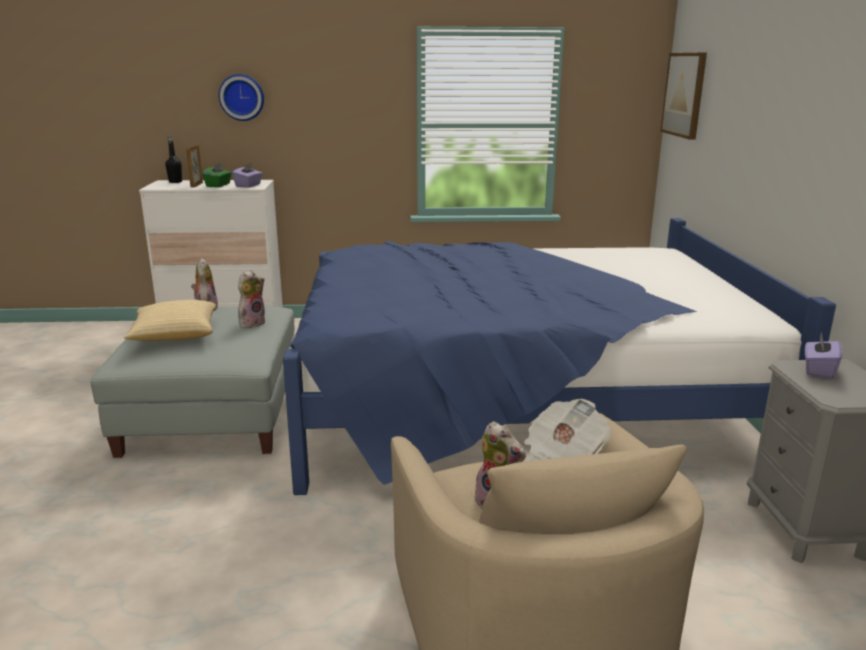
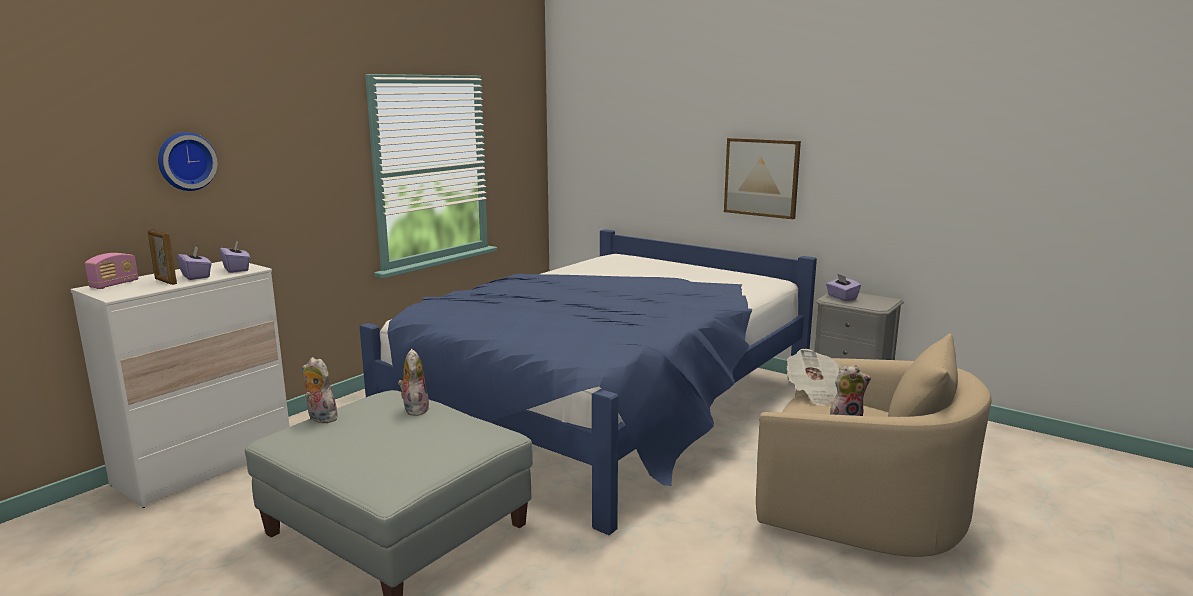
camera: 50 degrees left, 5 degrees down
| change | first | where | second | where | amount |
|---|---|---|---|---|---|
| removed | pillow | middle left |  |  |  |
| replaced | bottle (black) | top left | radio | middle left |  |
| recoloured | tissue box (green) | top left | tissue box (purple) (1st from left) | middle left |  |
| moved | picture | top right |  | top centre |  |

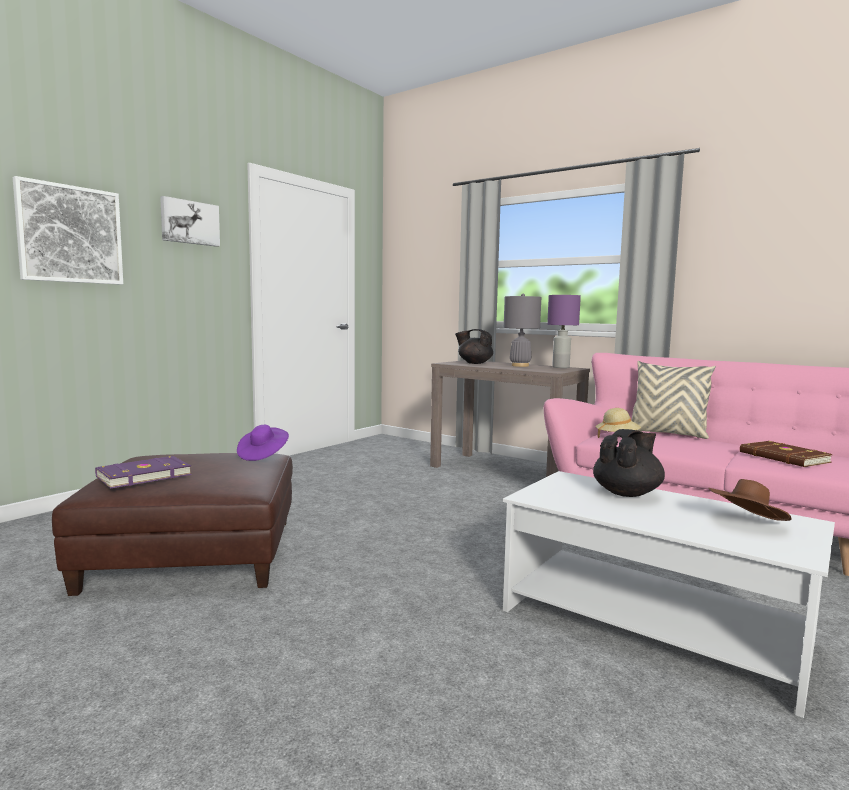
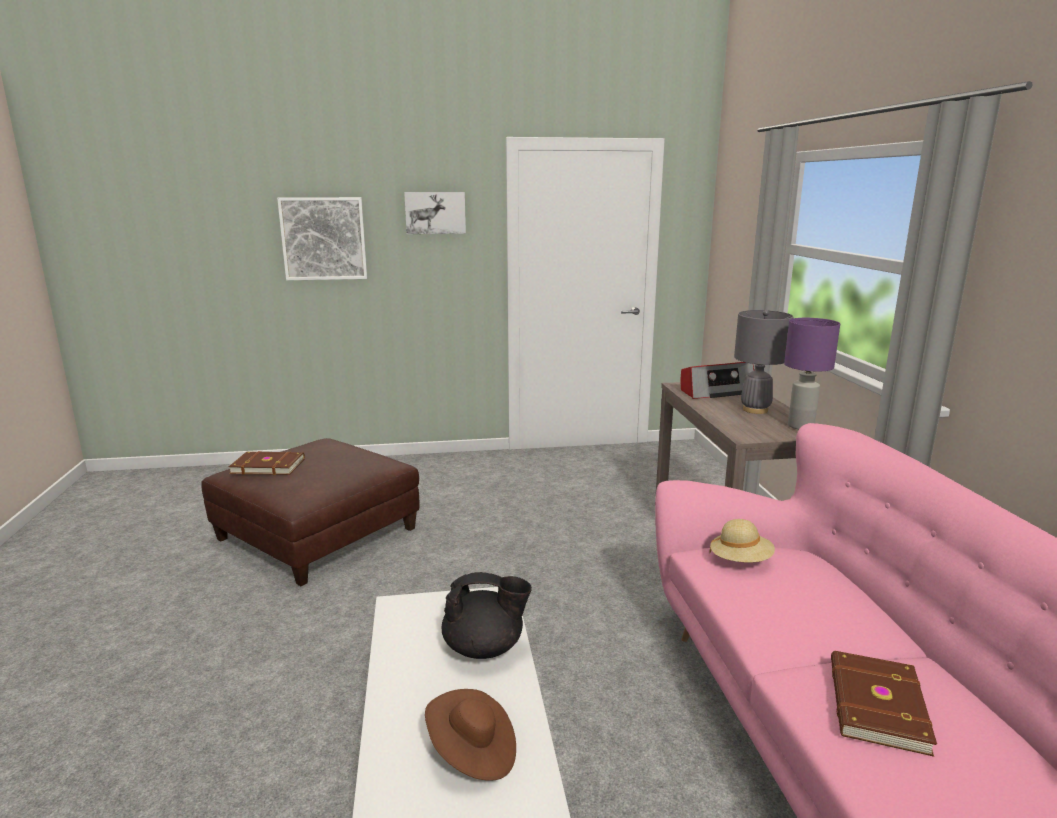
camera: 45 degrees right, 10 degrees up
| change | first | where | second | where | amount |
|---|---|---|---|---|---|
| recoloured | book (purple) | middle left | book (brown) (1st from left) | middle left |  |
| removed | hat (purple) | middle left |  |  |  |
| replaced | teapot (black) (1st from left) | centre | radio | middle right |  |
| removed | pillow (beige) | middle right |  |  |  |

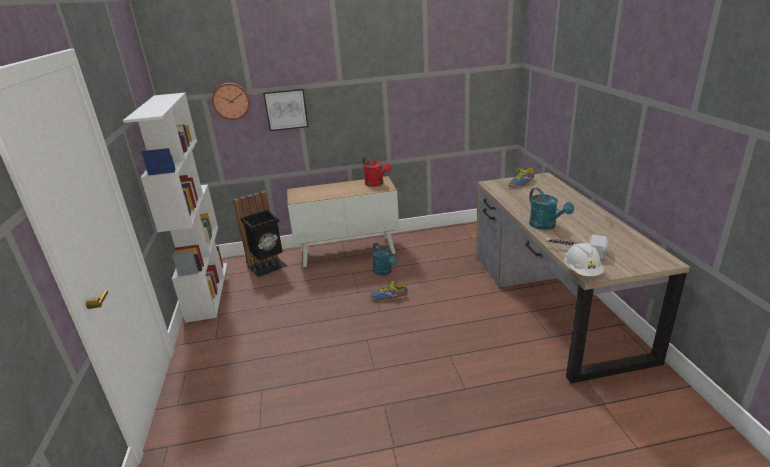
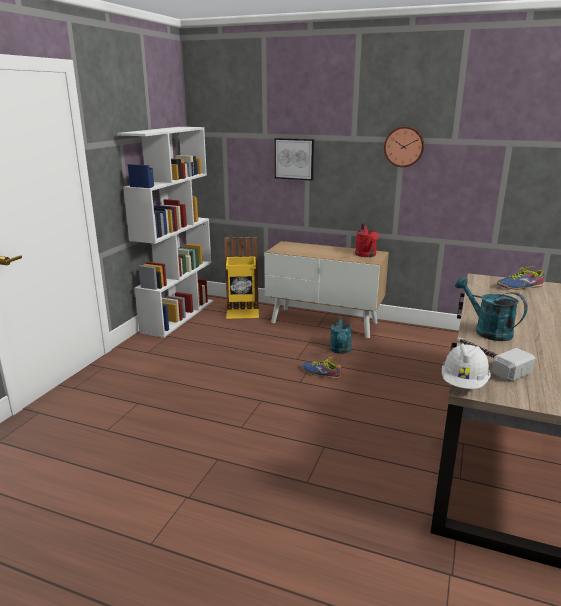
camera: 30 degrees right, 5 degrees down
| change | first | where | second | where | amount |
|---|---|---|---|---|---|
| moved | wall clock | top left |  | top right |  |
| recoloured | trash can (black) | centre | trash can (yellow) | centre |  |
| turned | watering can (turquoise) (2nd from left) | middle right |  | middle right | 135 degrees clockwise |

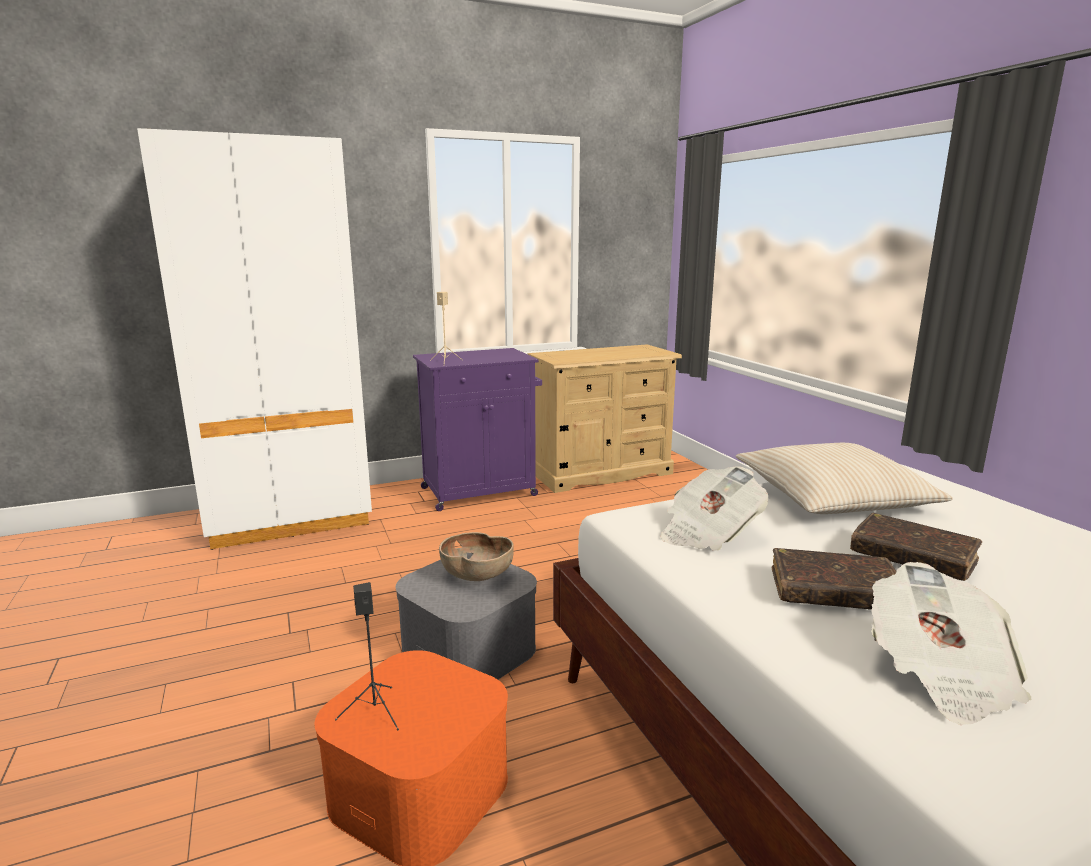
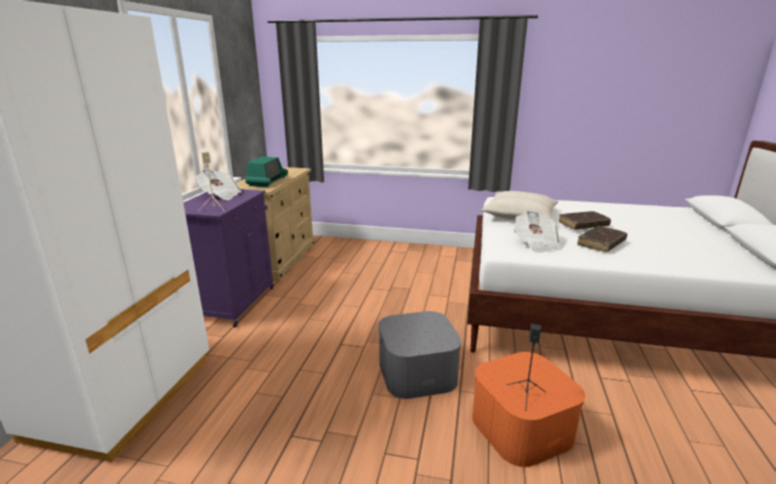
camera: 55 degrees left, 5 degrees up
| change | first | where | second | where | amount |
|---|---|---|---|---|---|
| removed | bowl (brown) | centre |  |  |  |
| moved | newspaper (2nd from left in the first image) | bottom right | newspaper (1st from left) | middle left |  |
| added |  |  | radio | centre |  |

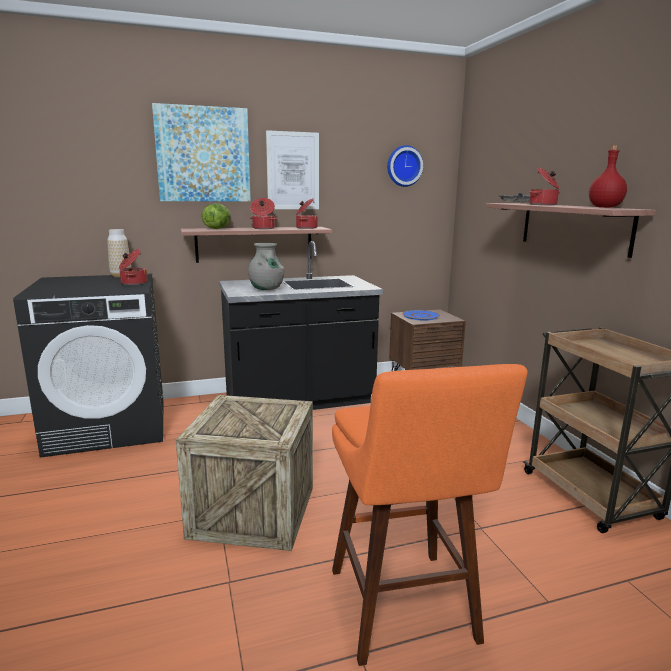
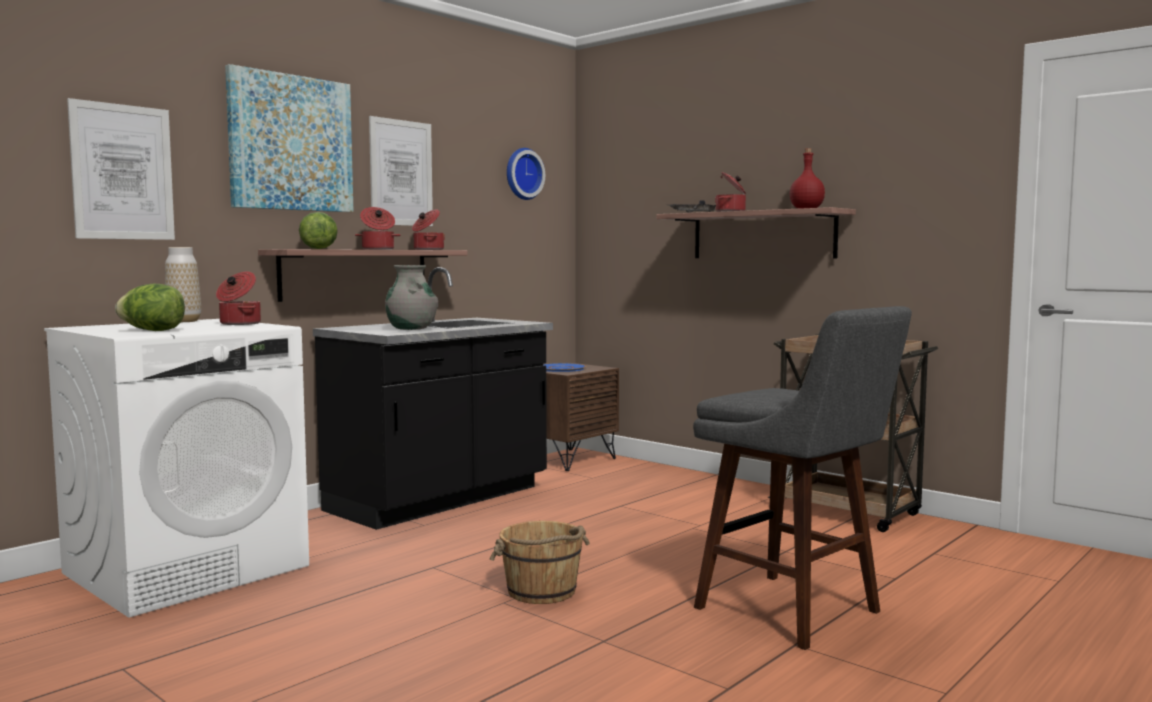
camera: 30 degrees left, 10 degrees down
| change | first | where | second | where | amount |
|---|---|---|---|---|---|
| recoloured | washing machine (black) | middle left | washing machine (white) | bottom left |  |
| replaced | crate | bottom centre | bucket (brown) | bottom centre |  |
| recoloured | stool (orange) | bottom centre | stool (grey) | bottom right |  |
| added |  |  | picture (1st from left) | top left |  |
| added |  |  | lettuce (1st from left) | middle left |  |

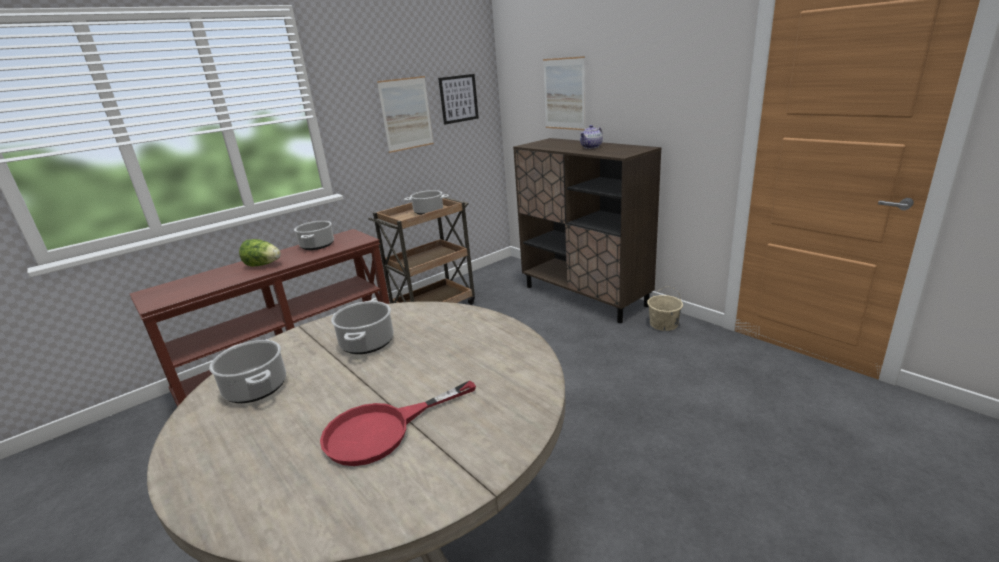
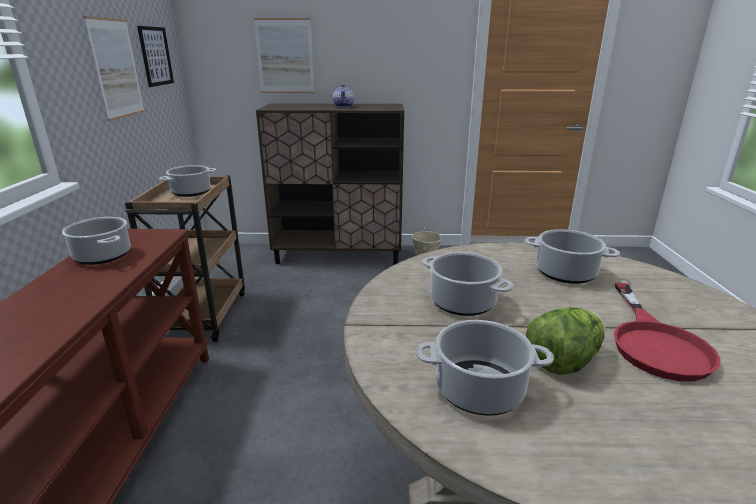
camera: 50 degrees left, 0 degrees up
| change | first | where | second | where | amount |
|---|---|---|---|---|---|
| moved | lettuce | middle left |  | bottom right |  |
| added |  |  | cooking pot (5th from left) | middle right |  |

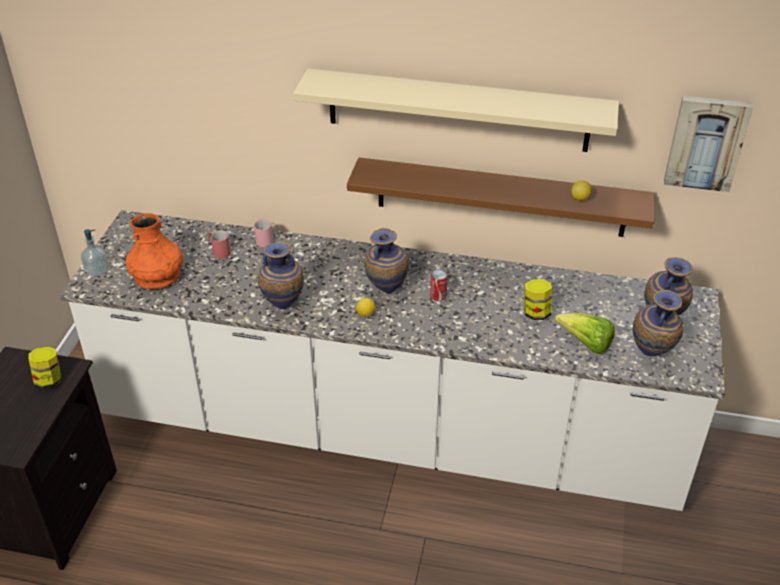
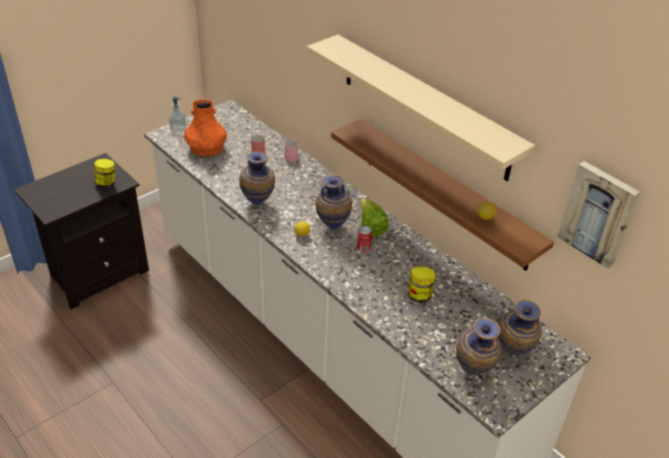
camera: 35 degrees right, 0 degrees up
| change | first | where | second | where | amount |
|---|---|---|---|---|---|
| moved | lettuce | middle right |  | centre |  |

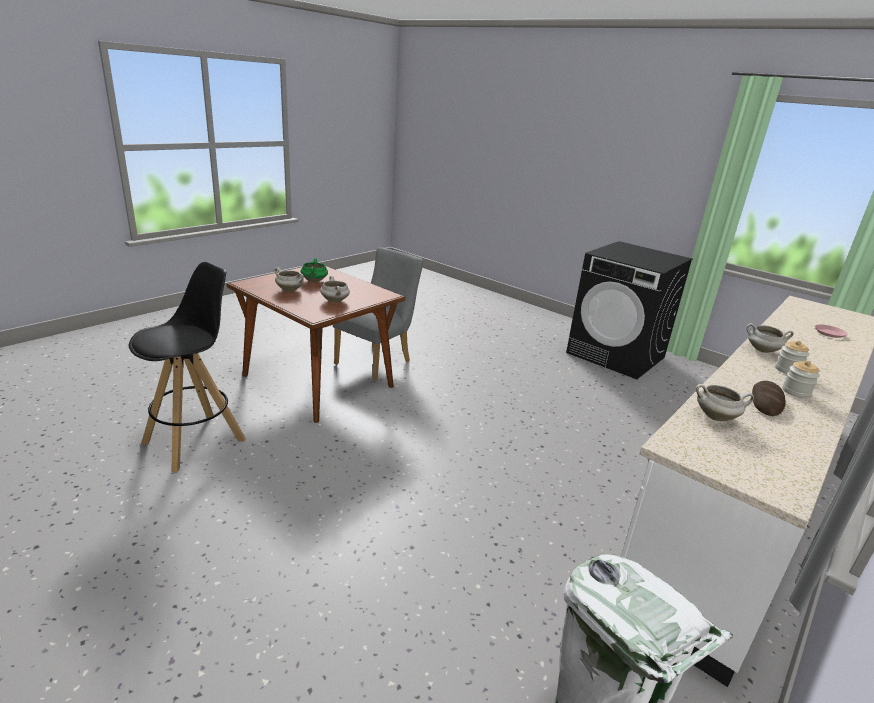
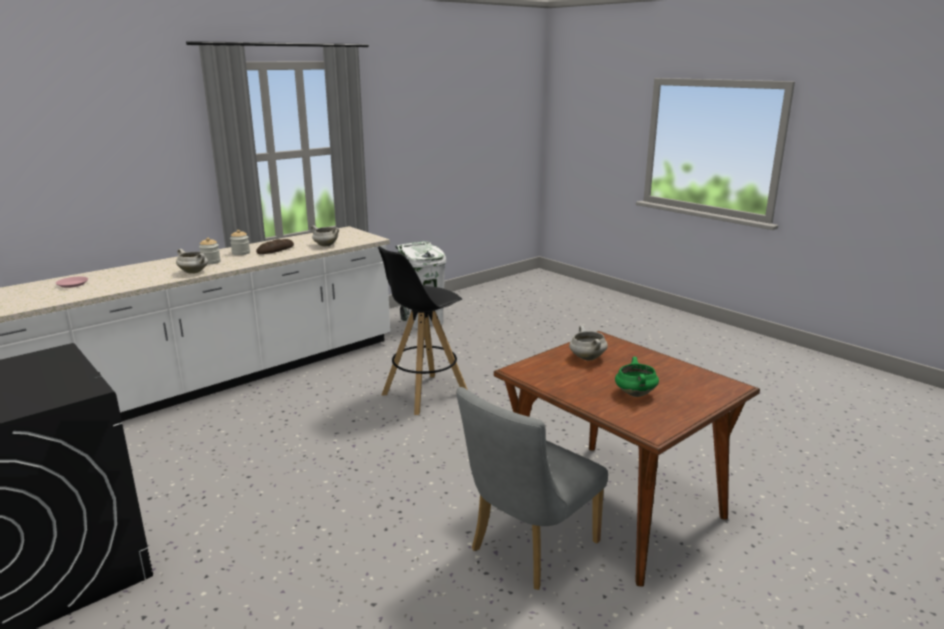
camera: 170 degrees left, 5 degrees down
| change | first | where | second | where | amount |
|---|---|---|---|---|---|
| moved | stool (black) | middle left |  | centre |  |
| removed | cooking pot (white) (1st from left) | middle left |  |  |  |

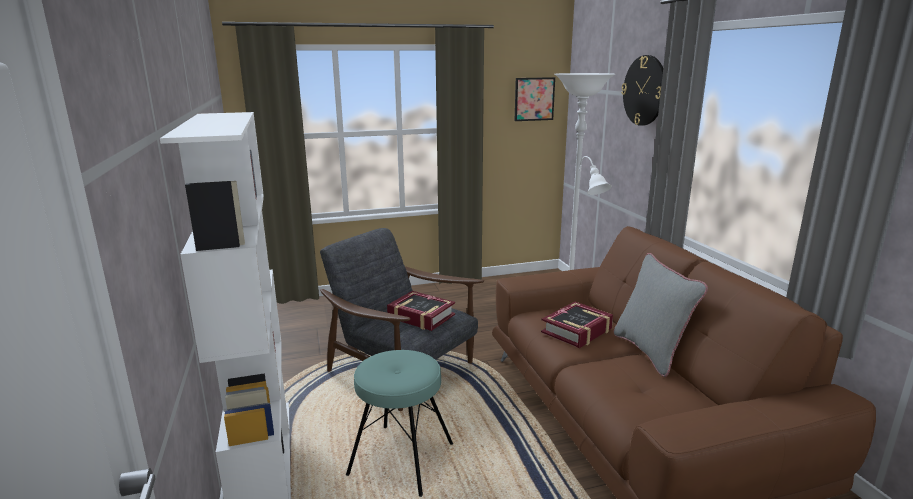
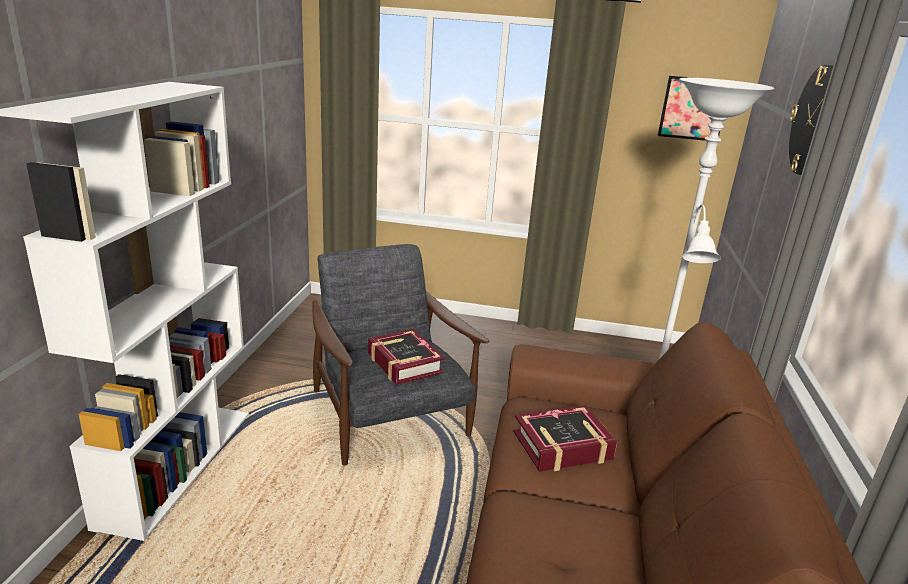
camera: 25 degrees right, 5 degrees up
| change | first | where | second | where | amount |
|---|---|---|---|---|---|
| removed | stool (turquoise) | bottom centre |  |  |  |
| removed | pillow (grey) | middle right |  |  |  |

